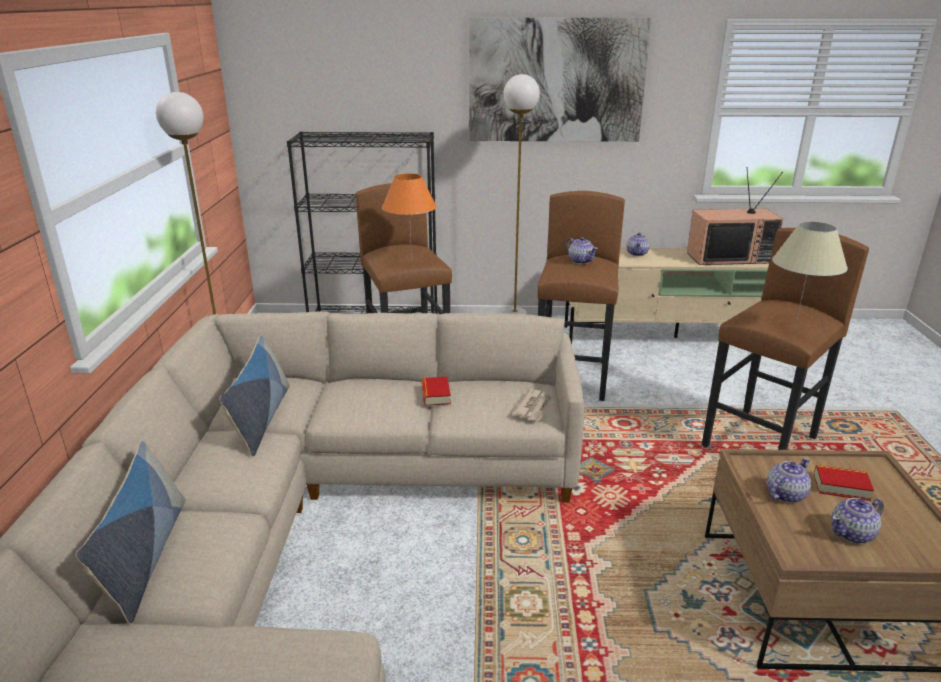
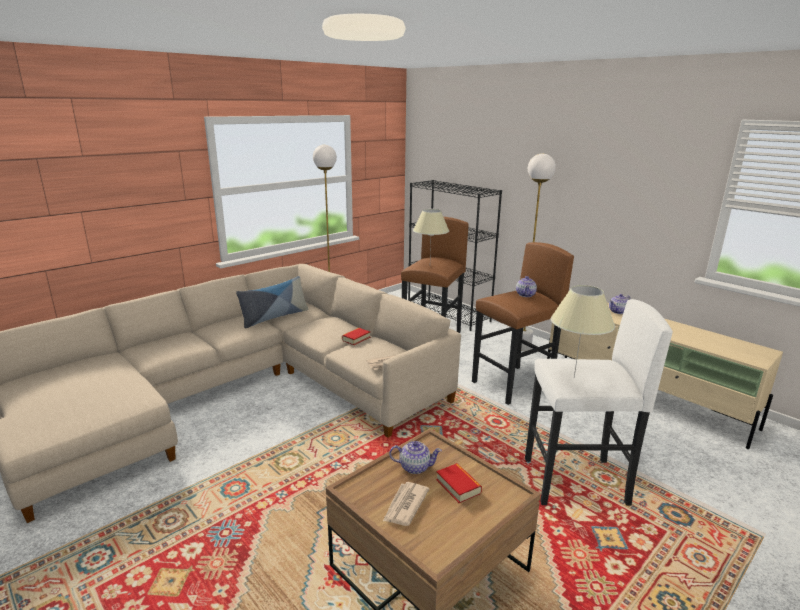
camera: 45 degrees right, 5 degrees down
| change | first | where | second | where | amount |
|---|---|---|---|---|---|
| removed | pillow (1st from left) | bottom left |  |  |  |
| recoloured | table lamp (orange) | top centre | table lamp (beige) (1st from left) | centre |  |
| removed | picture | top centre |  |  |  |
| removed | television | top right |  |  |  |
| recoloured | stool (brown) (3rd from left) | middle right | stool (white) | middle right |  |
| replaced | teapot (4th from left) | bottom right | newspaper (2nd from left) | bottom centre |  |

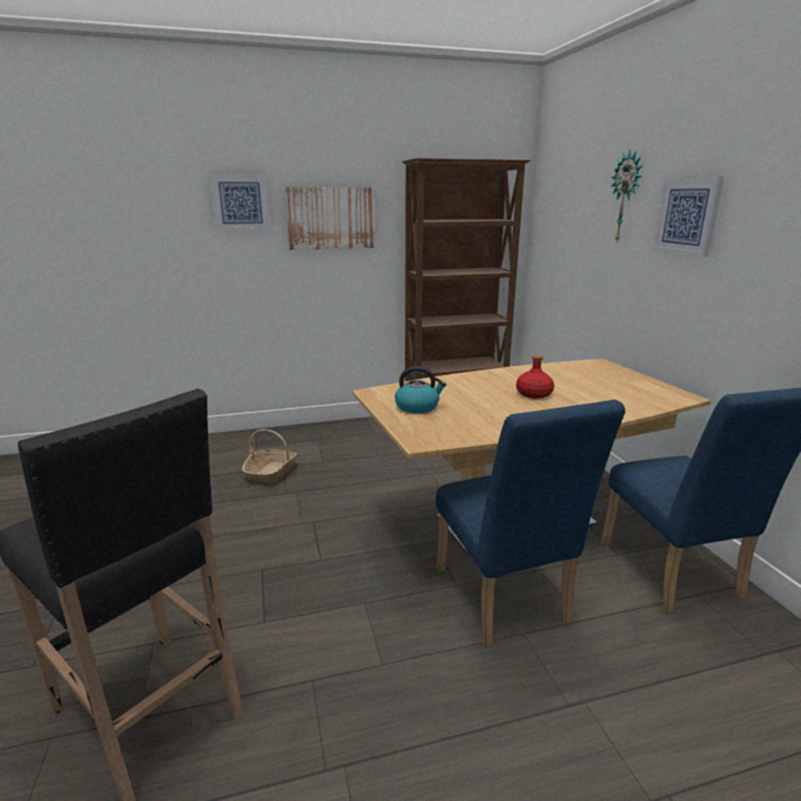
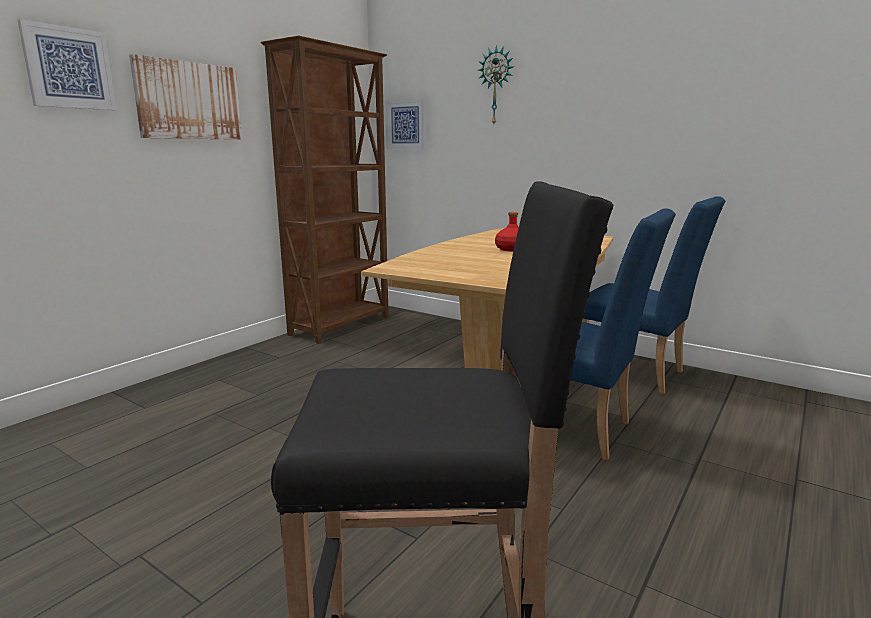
camera: 40 degrees left, 5 degrees down
| change | first | where | second | where | amount |
|---|---|---|---|---|---|
| removed | basket | centre |  |  |  |
| removed | kettle | centre |  |  |  |
| moved | picture (3rd from left) | top right |  | top centre |  |

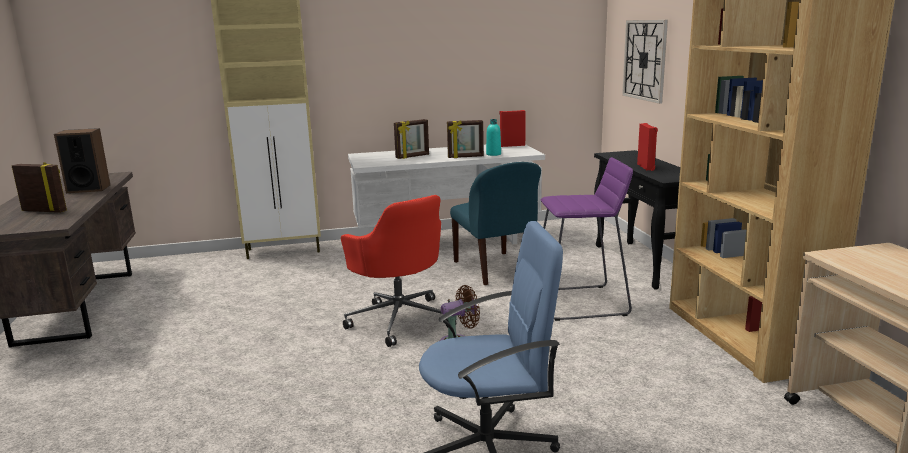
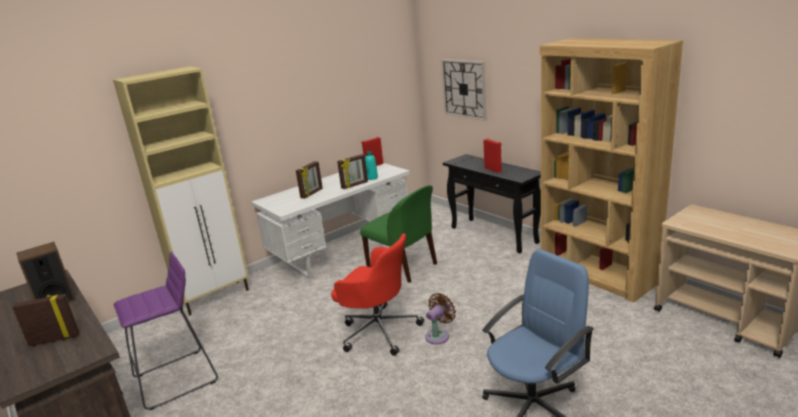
camera: 25 degrees left, 5 degrees up
| change | first | where | second | where | amount |
|---|---|---|---|---|---|
| recoloured | chair (blue) | centre | chair (green) | centre |  |
| moved | stool (purple) | centre |  | bottom left |  |

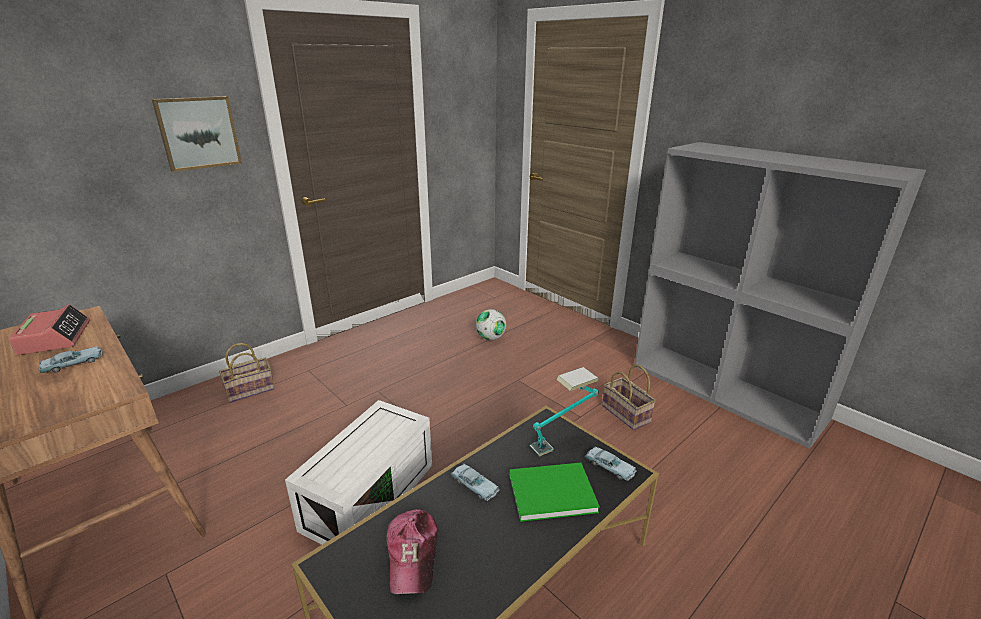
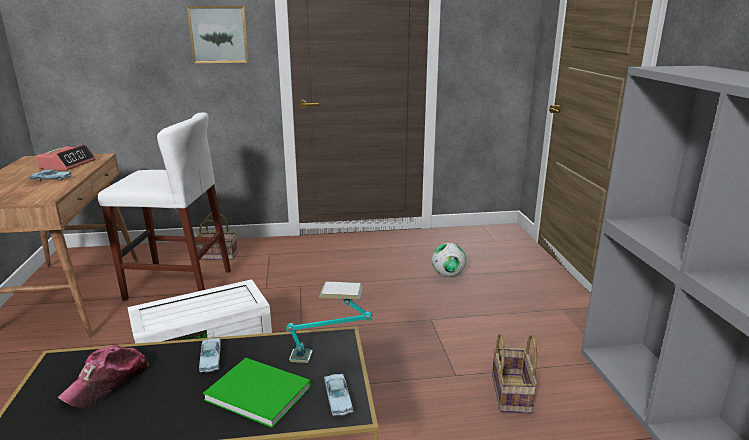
camera: 35 degrees right, 5 degrees down
| change | first | where | second | where | amount |
|---|---|---|---|---|---|
| added |  |  | stool (white) | middle left |  |

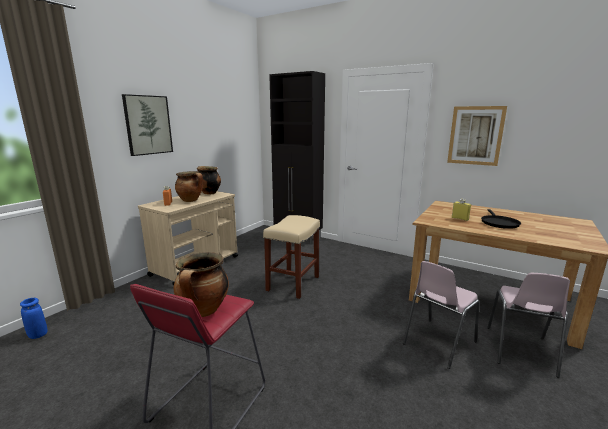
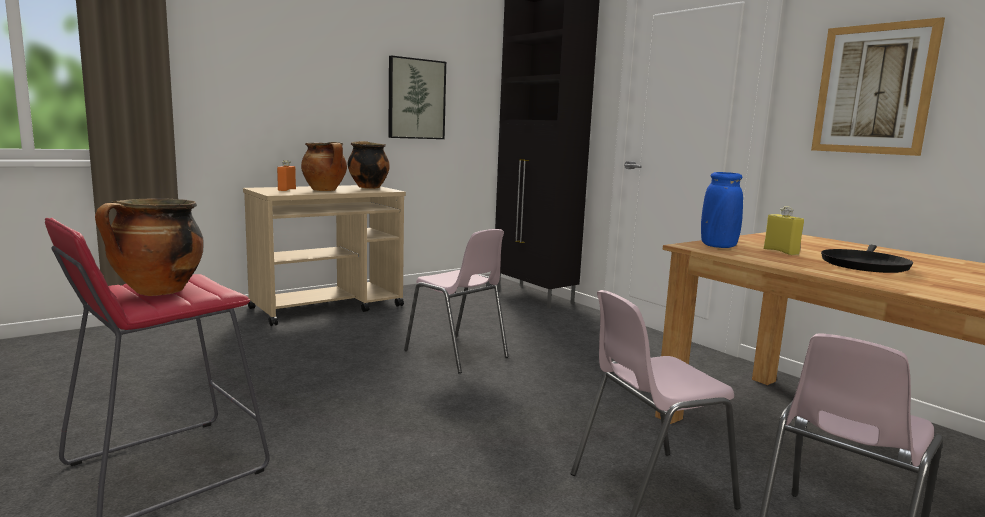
camera: 20 degrees right, 5 degrees down
| change | first | where | second | where | amount |
|---|---|---|---|---|---|
| moved | vase (blue) | bottom left |  | middle right |  |
| moved | picture (1st from left) | top left |  | top centre |  |
| replaced | stool (beige) | centre | chair (pink) (1st from left) | centre |  |

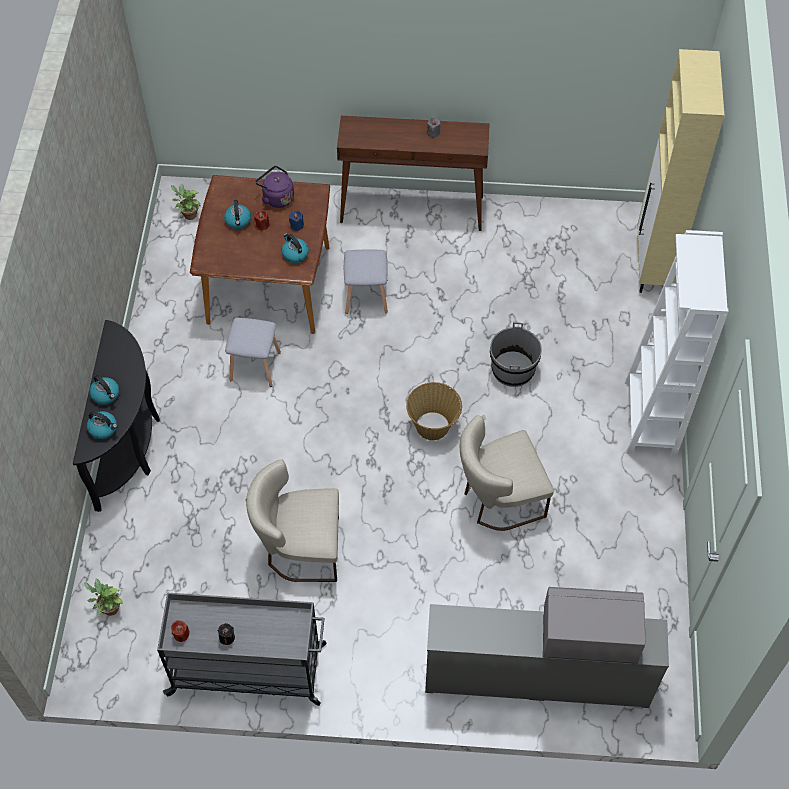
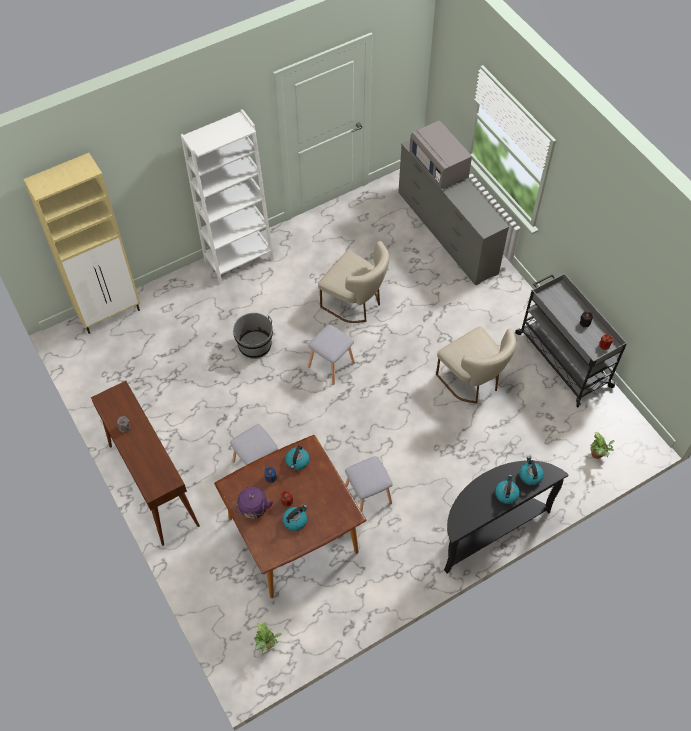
camera: 125 degrees left, 0 degrees up
| change | first | where | second | where | amount |
|---|---|---|---|---|---|
| replaced | basket | centre | stool (grey) (2nd from left) | centre |  |

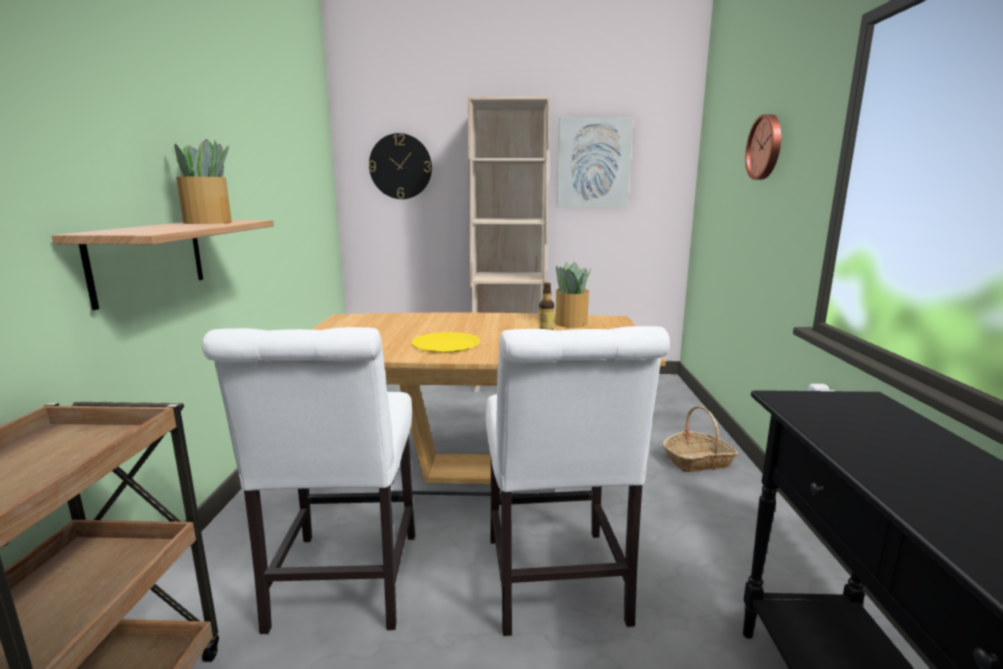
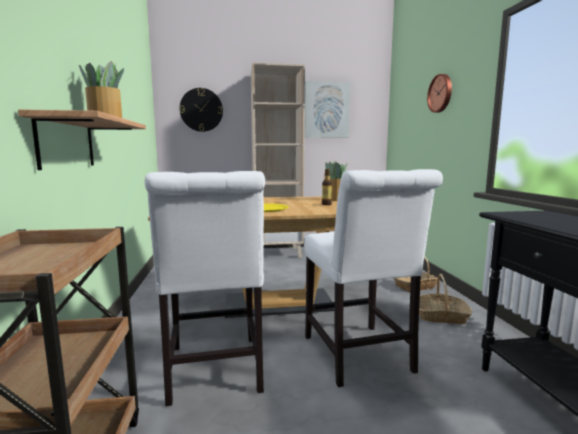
camera: 10 degrees left, 5 degrees down
| change | first | where | second | where | amount |
|---|---|---|---|---|---|
| added |  |  | basket (2nd from left) | bottom right |  |

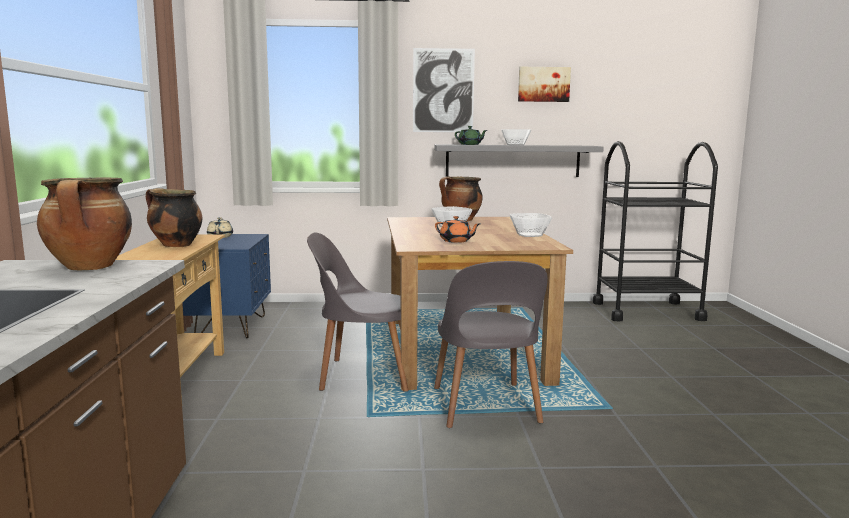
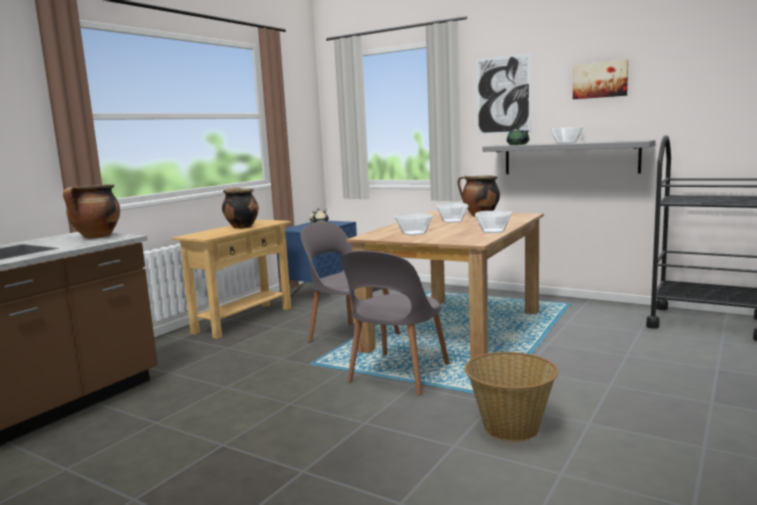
camera: 35 degrees right, 0 degrees up
| change | first | where | second | where | amount |
|---|---|---|---|---|---|
| replaced | teapot (orange) | centre | bowl (1st from left) | centre |  |
| added |  |  | basket | bottom right |  |

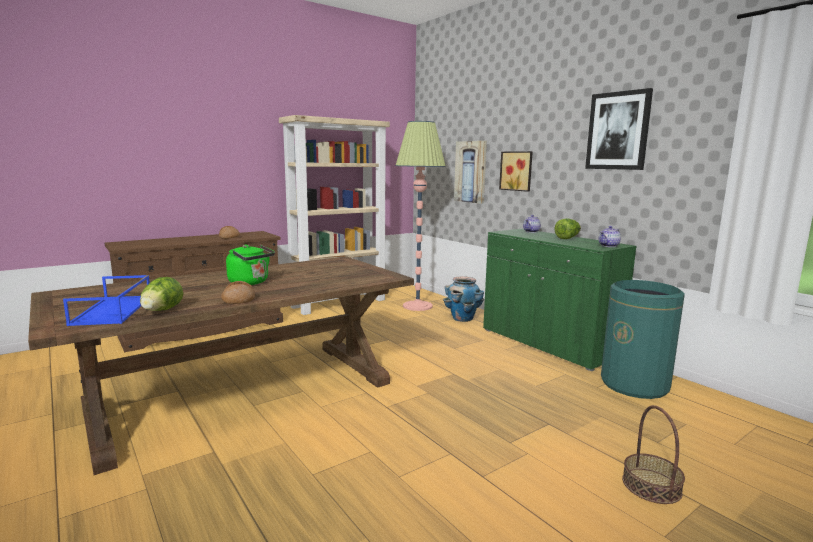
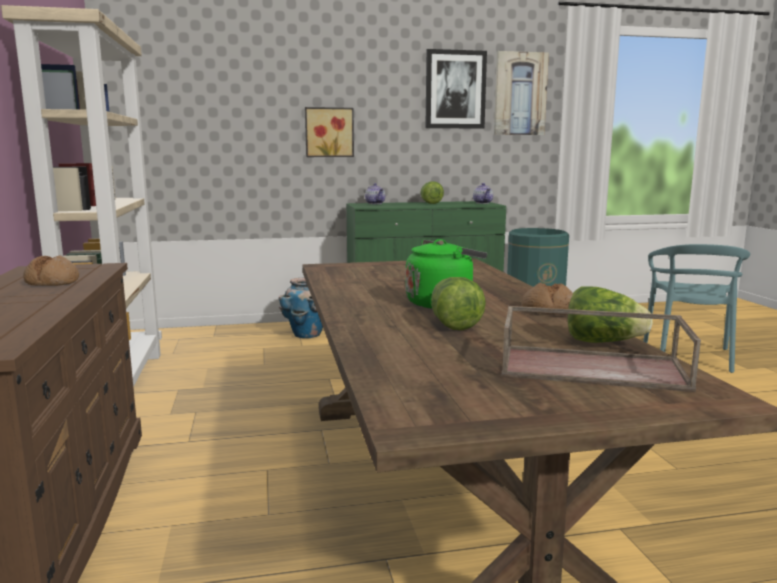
camera: 65 degrees left, 0 degrees up
| change | first | where | second | where | amount |
|---|---|---|---|---|---|
| recoloured | tray (blue) | middle left | tray (brown) | middle right |  |
| removed | floor lamp | centre |  |  |  |
| moved | picture (1st from left in the first image) | top centre | picture (3rd from left) | top right |  |
| replaced | basket | bottom right | chair (turquoise) | middle right |  |
| added |  |  | lettuce (2nd from left) | centre |  |

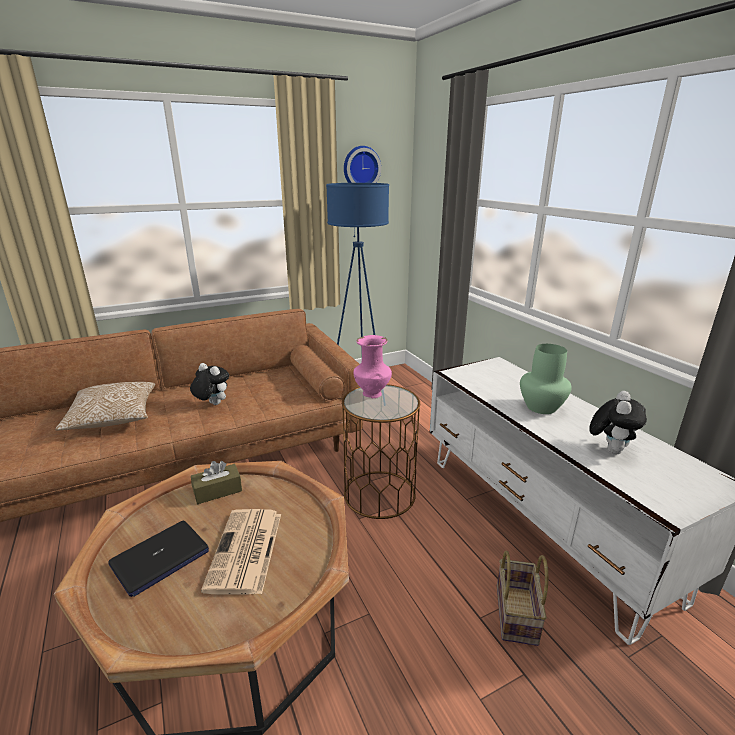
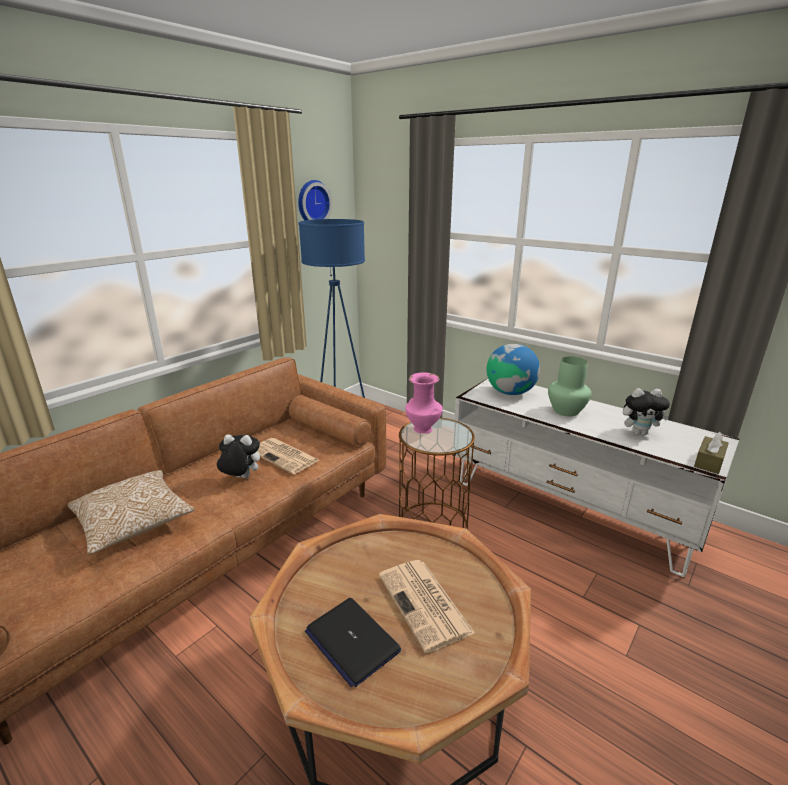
camera: 25 degrees left, 0 degrees up
| change | first | where | second | where | amount |
|---|---|---|---|---|---|
| turned | laptop | bottom left |  | bottom centre | 120 degrees clockwise |
| moved | tissue box (brown) | middle left |  | middle right |  |
| removed | basket | bottom right |  |  |  |
| turned | plush toy (2nd from left) | middle right |  | middle right | 90 degrees clockwise |
| added |  |  | newspaper (1st from left) | centre |  |
| added |  |  | globe | centre |  |

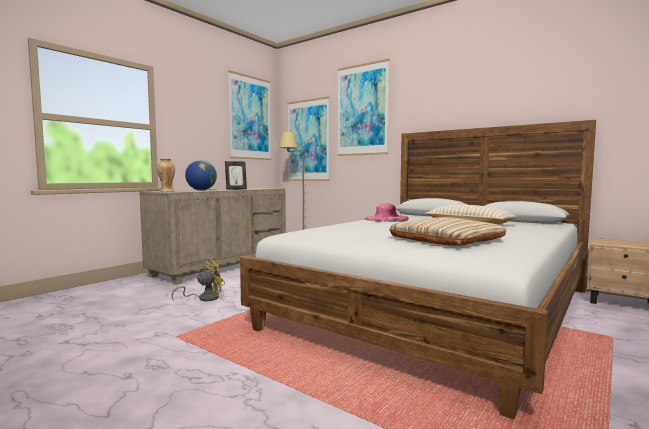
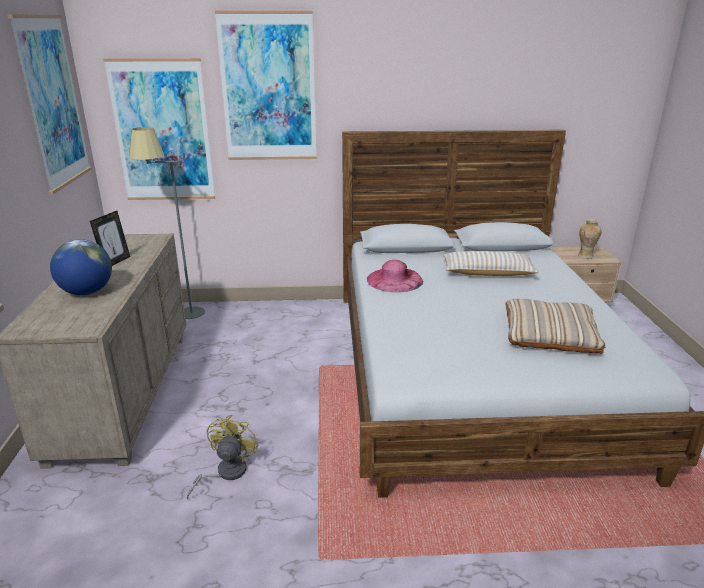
camera: 40 degrees left, 20 degrees up
| change | first | where | second | where | amount |
|---|---|---|---|---|---|
| moved | vase | middle left |  | middle right |  |

